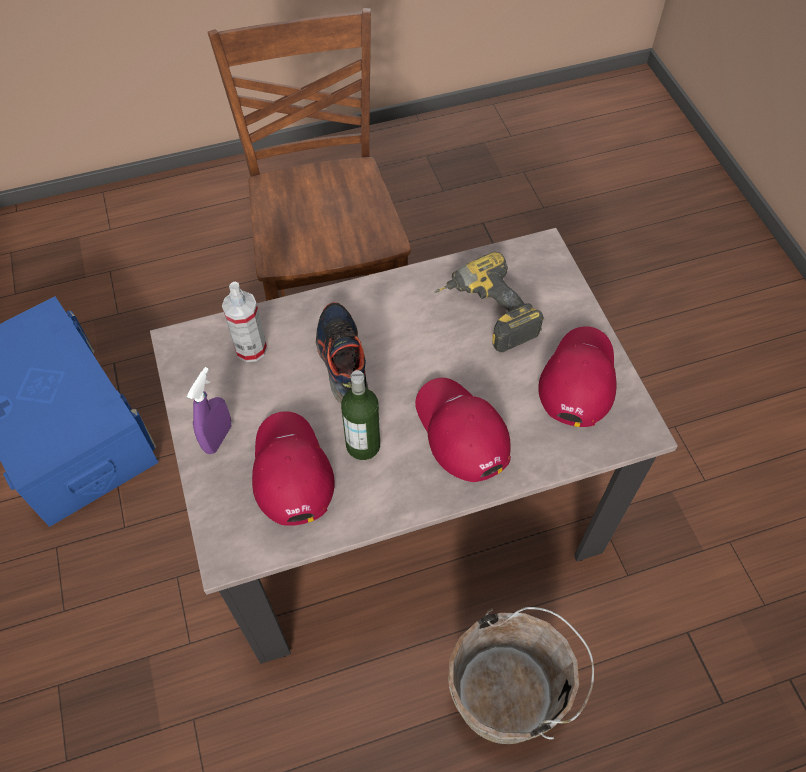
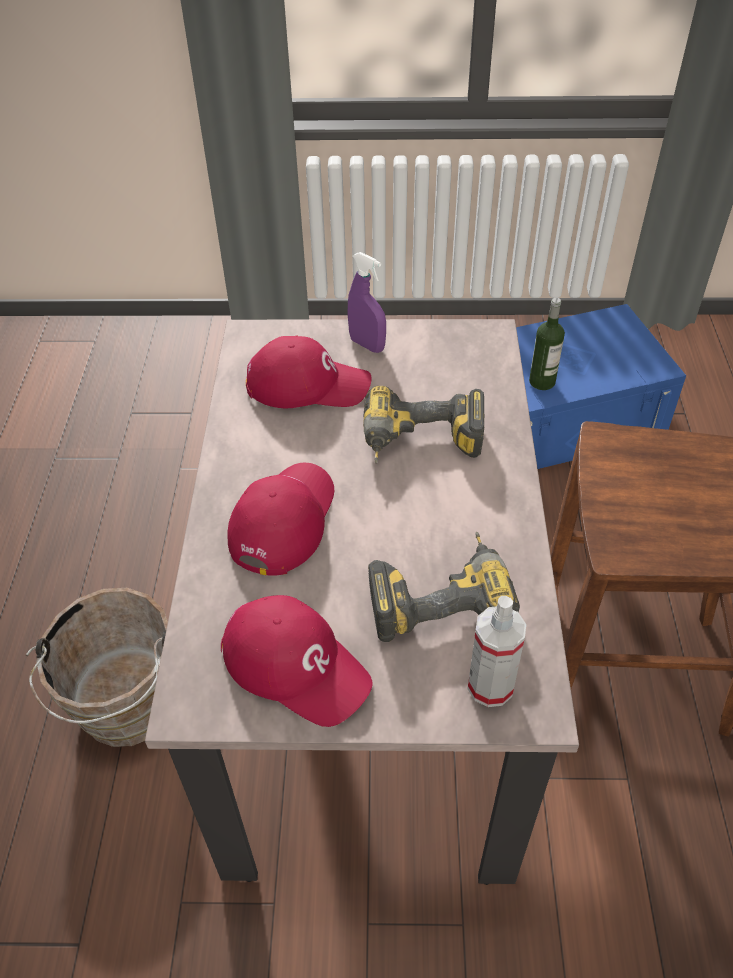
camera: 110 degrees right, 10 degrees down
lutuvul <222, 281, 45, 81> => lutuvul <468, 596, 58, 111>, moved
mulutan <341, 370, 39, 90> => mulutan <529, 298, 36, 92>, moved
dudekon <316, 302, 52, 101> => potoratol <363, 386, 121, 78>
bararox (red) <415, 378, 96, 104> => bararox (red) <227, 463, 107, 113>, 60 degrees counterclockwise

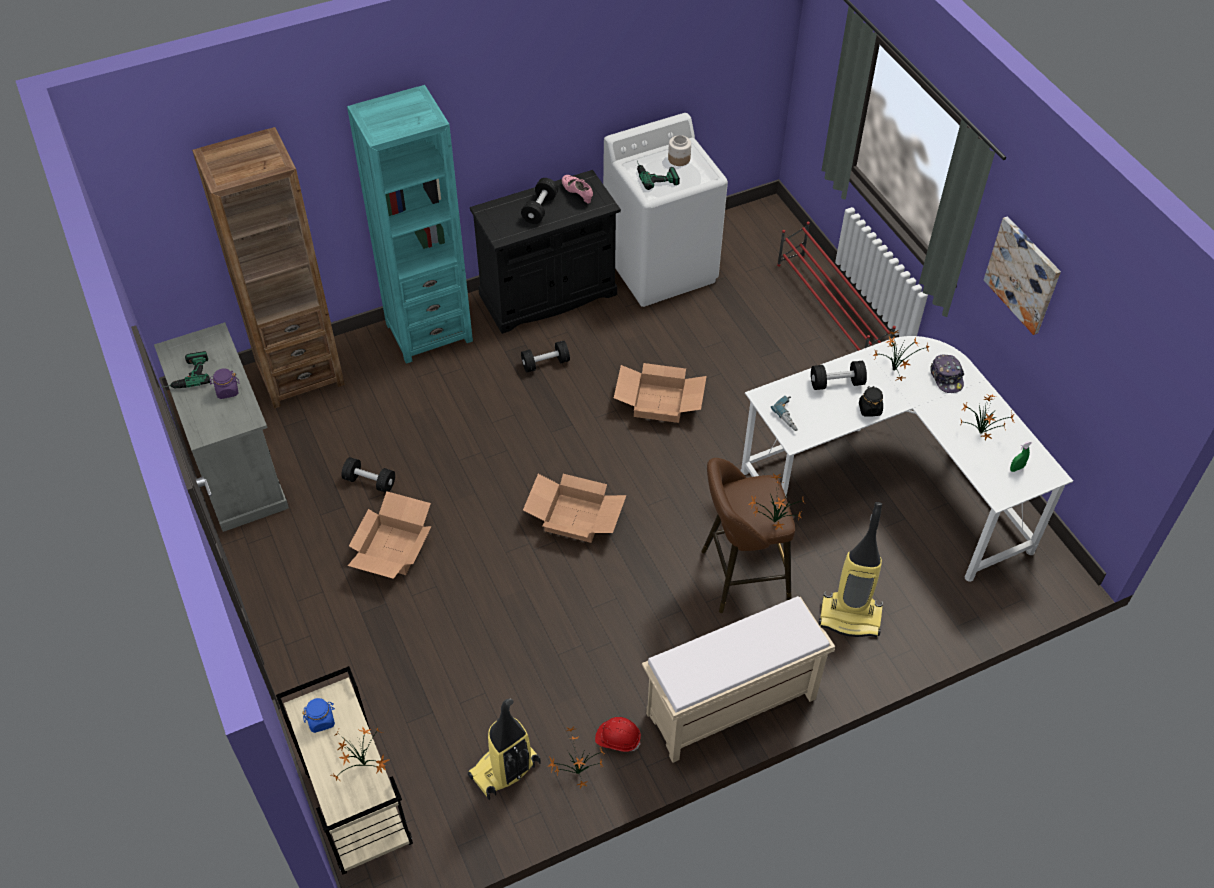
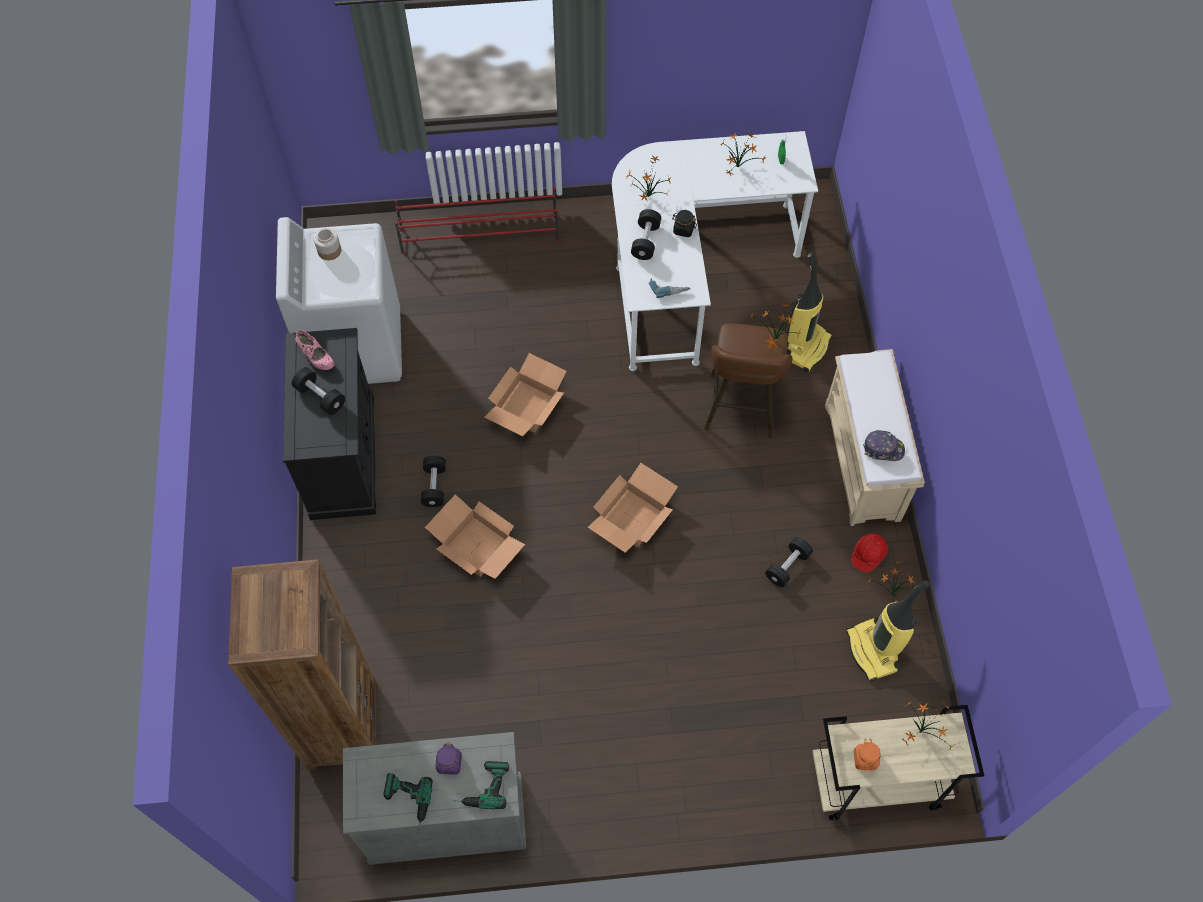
camera: 70 degrees left, 10 degrees up
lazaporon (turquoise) <347, 85, 126, 279> => nothing
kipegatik <984, 216, 77, 119> => nothing
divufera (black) <341, 457, 54, 36> => divufera (black) <765, 537, 48, 50>, moved
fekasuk <348, 491, 84, 88> => fekasuk <425, 494, 100, 85>, moved
potoratol <637, 161, 43, 29> => potoratol <451, 761, 58, 49>, moved
bararox <930, 354, 34, 39> => bararox <863, 430, 42, 31>, moved
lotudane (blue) <302, 698, 33, 35> => lotudane (orange) <854, 738, 27, 33>
dudekon (pink) <562, 175, 31, 29> => dudekon (pink) <295, 330, 39, 40>, 120 degrees counterclockwise

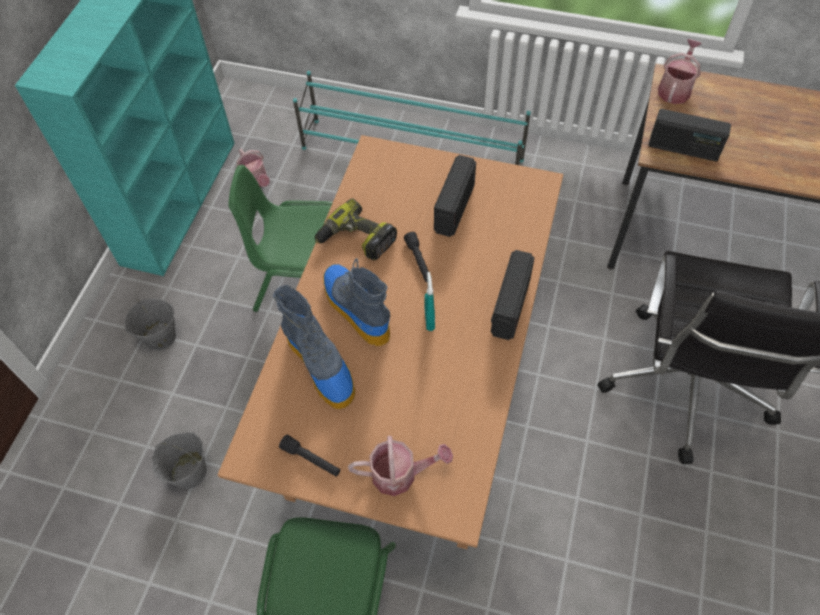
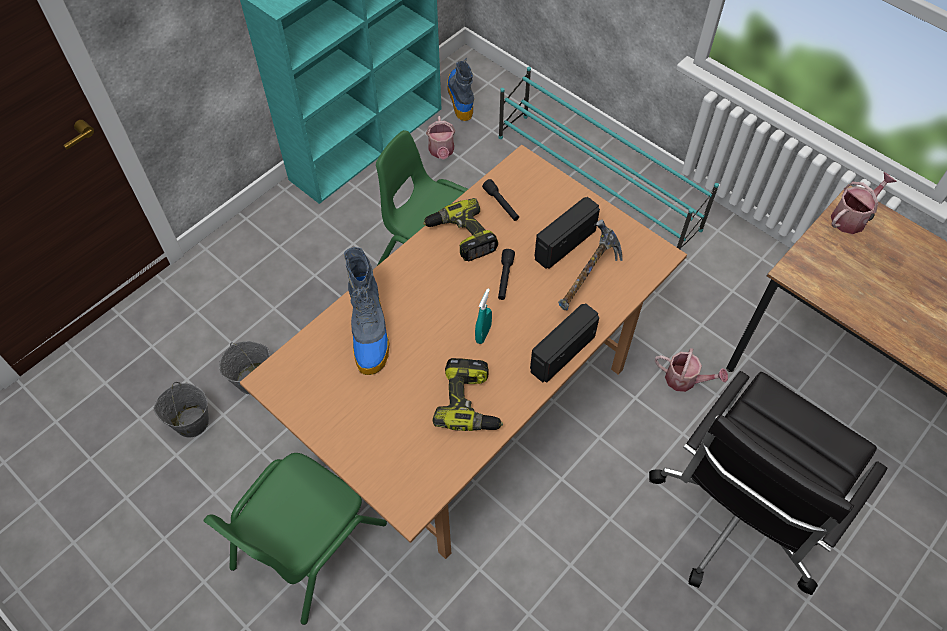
camera: 25 degrees right, 0 degrees up
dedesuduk <648, 109, 83, 52> => nothing
nothing => potoratol <432, 358, 71, 73>
nothing => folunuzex <558, 220, 64, 90>
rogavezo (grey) <124, 298, 52, 53> => rogavezo (grey) <154, 382, 55, 56>, moved
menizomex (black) <279, 434, 61, 42> => menizomex (black) <482, 179, 37, 42>, moved
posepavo <323, 258, 68, 88> => posepavo <447, 58, 27, 63>, moved
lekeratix <348, 436, 105, 60> => lekeratix <655, 348, 73, 44>, moved

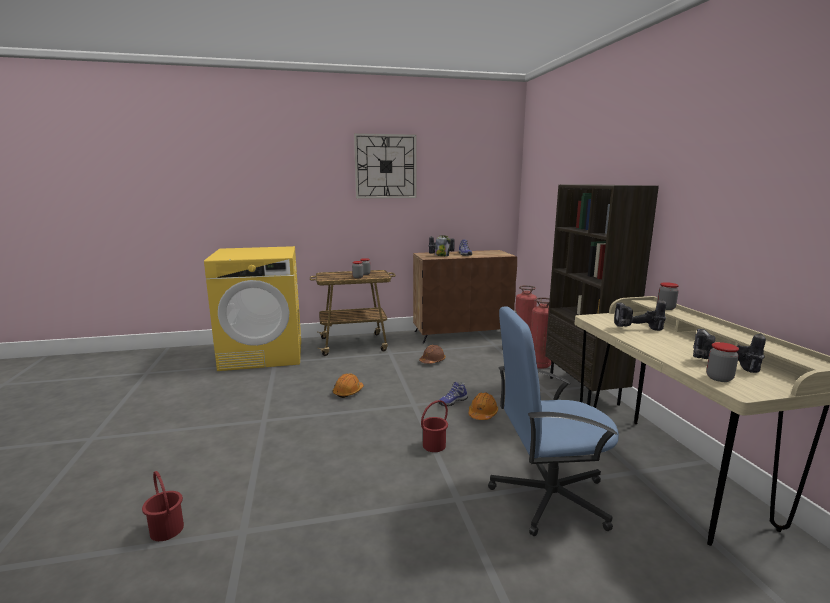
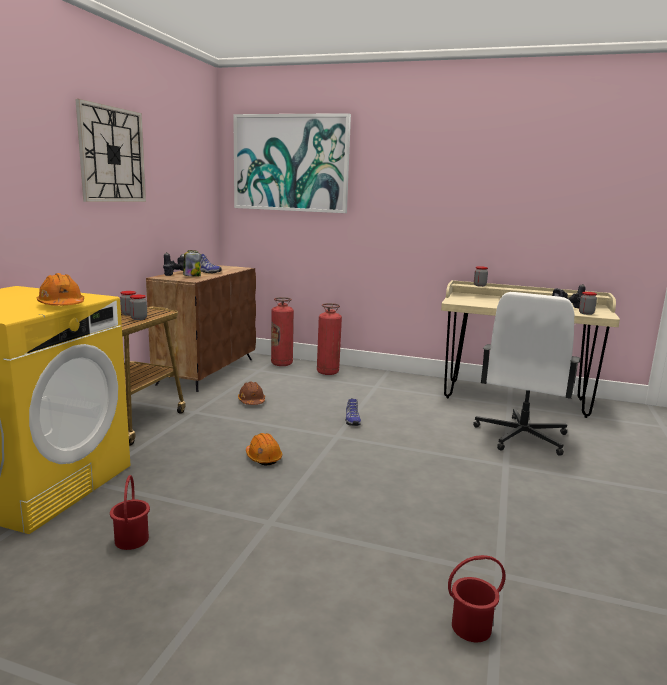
camera: 60 degrees left, 0 degrees up
lazaporon (brown) <545, 185, 114, 221> => nothing
potoratol <614, 299, 52, 32> => nothing
nothing => kipegatik <233, 113, 118, 100>
rogavezo (red) <421, 400, 27, 52> => rogavezo (red) <110, 475, 40, 75>, moved
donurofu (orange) <468, 392, 30, 28> => donurofu (orange) <37, 273, 47, 33>, moved
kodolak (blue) <488, 306, 131, 230> => kodolak (white) <473, 292, 107, 164>

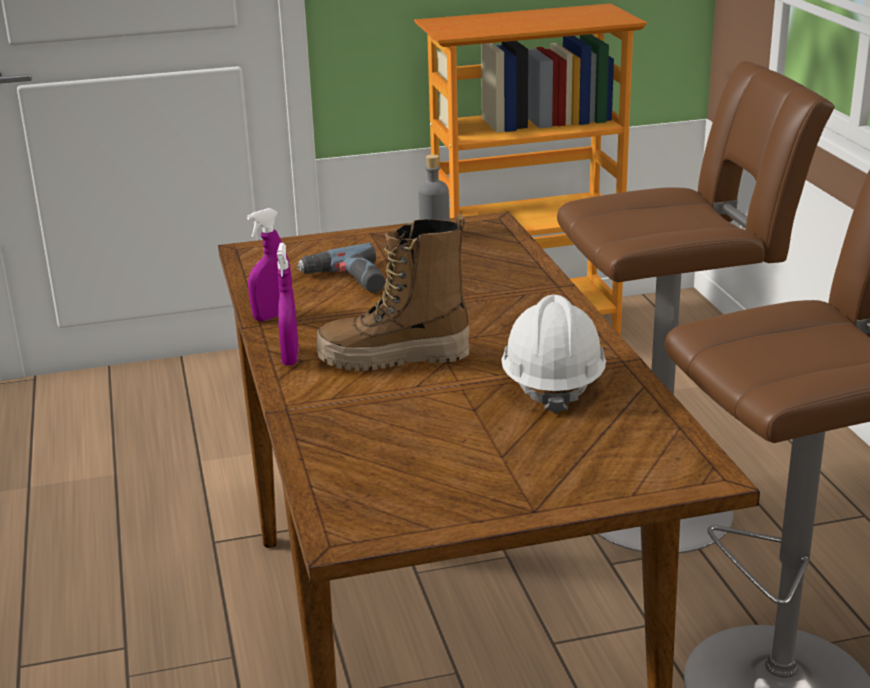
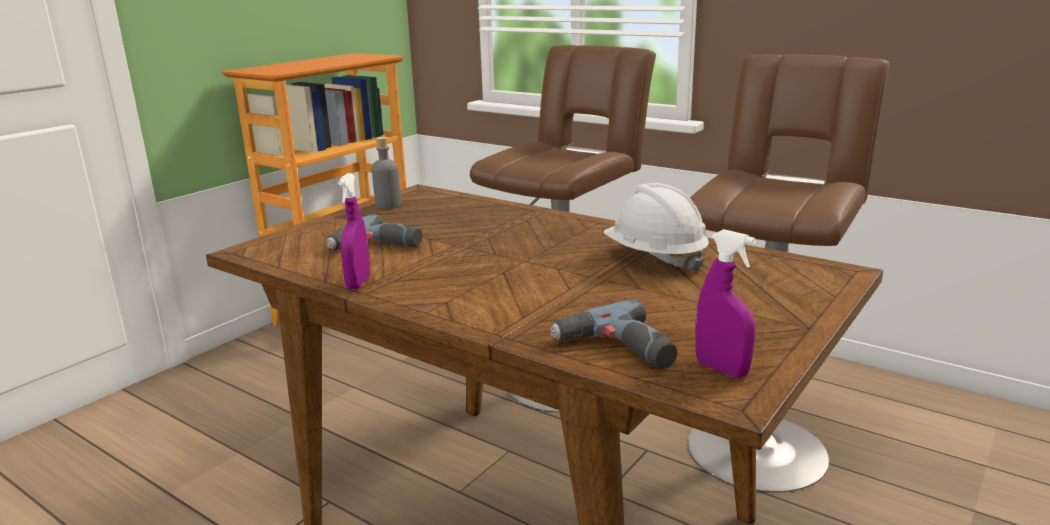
camera: 40 degrees left, 5 degrees down
posepavo <317, 214, 153, 157> => nothing
nothing => potoratol <550, 299, 127, 70>
lutuvul (purple) <277, 243, 22, 122> => lutuvul (purple) <695, 229, 61, 149>, moved

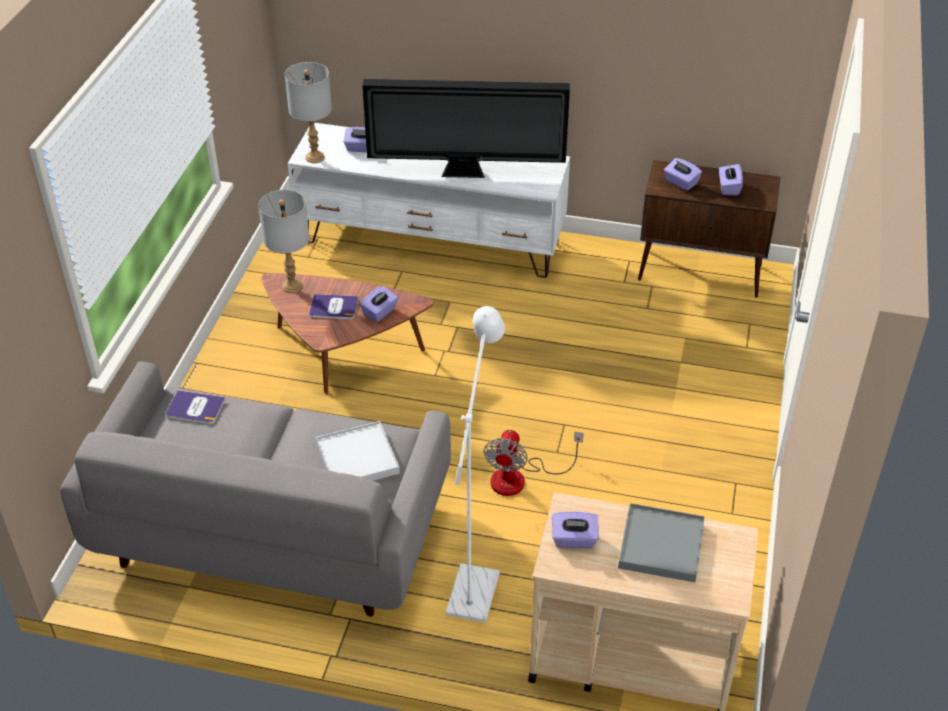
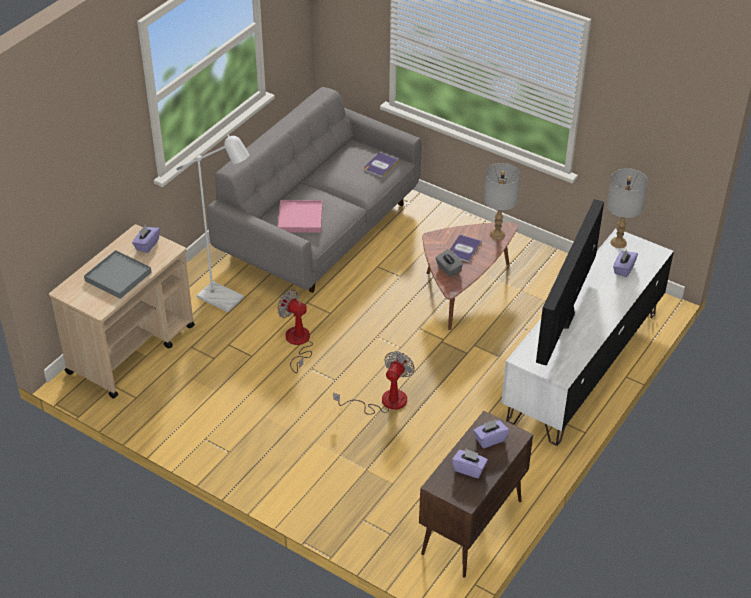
camera: 110 degrees right, 0 degrees up
nothing => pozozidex <333, 351, 82, 64>
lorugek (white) <316, 421, 84, 60> => lorugek (pink) <278, 200, 45, 33>
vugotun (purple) <360, 286, 38, 36> => vugotun (grey) <436, 249, 27, 28>

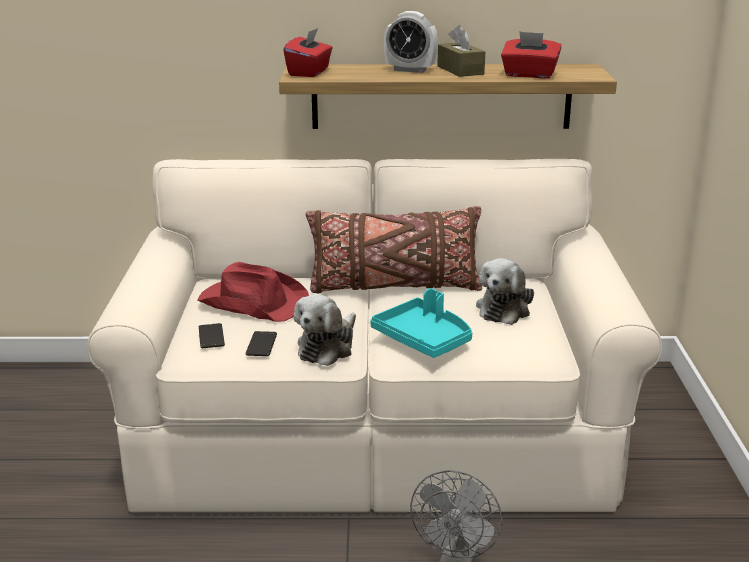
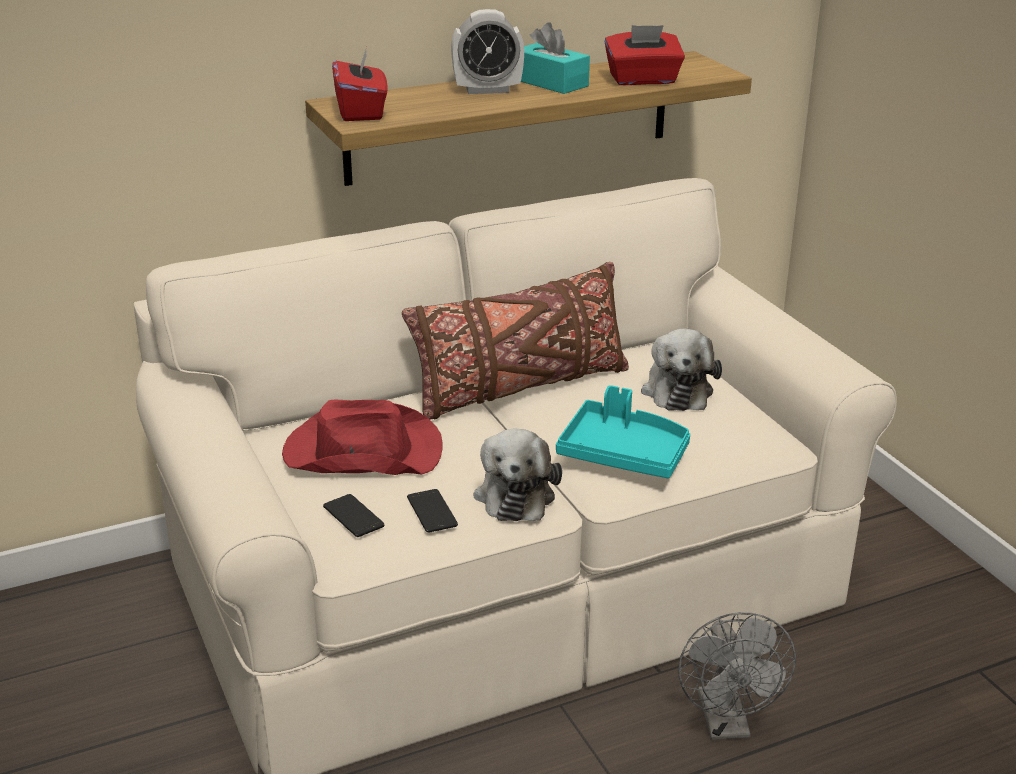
camera: 25 degrees left, 5 degrees up
vugotun (brown) <437, 25, 48, 52> => vugotun (turquoise) <521, 22, 69, 72>

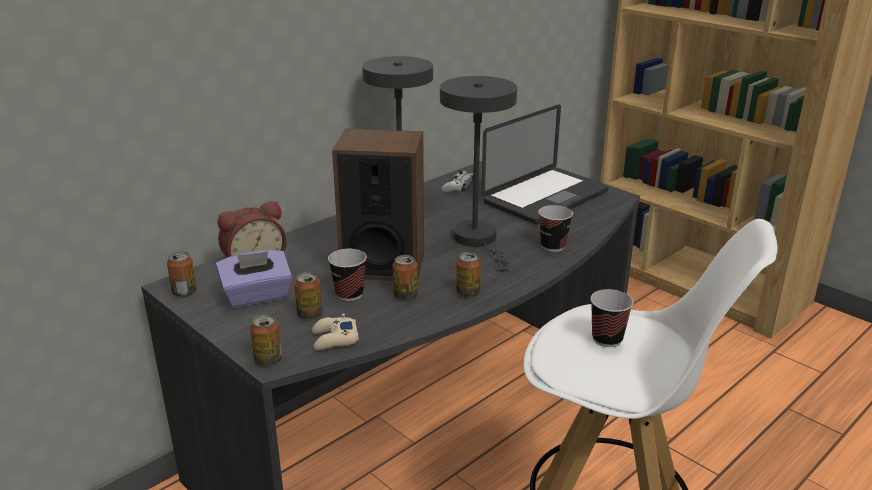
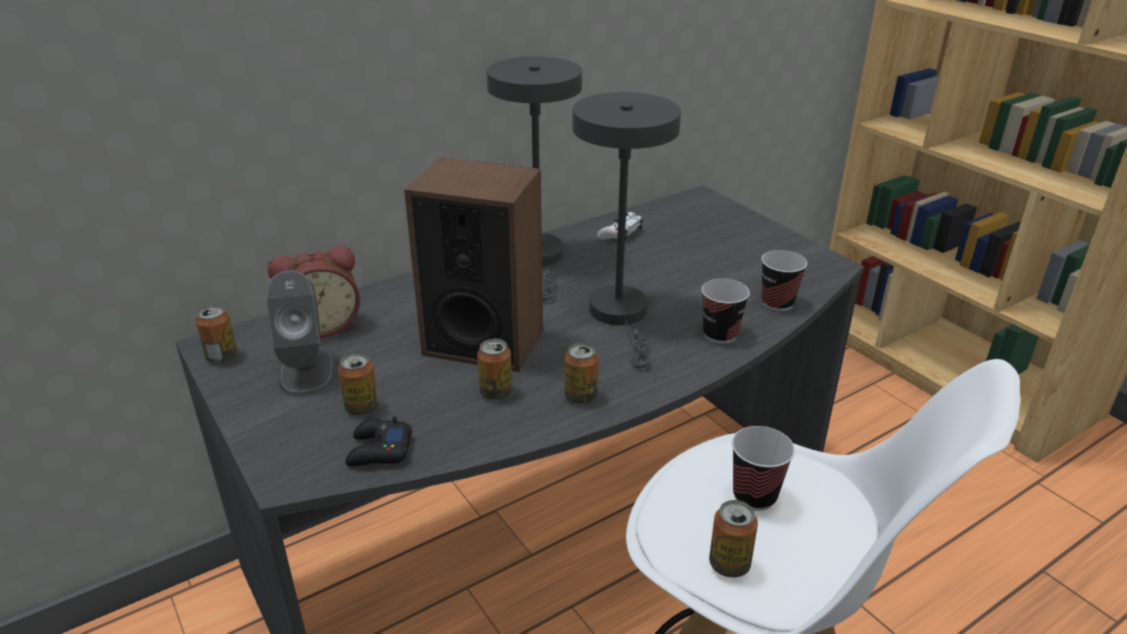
camera: 10 degrees right, 5 degrees up
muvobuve <481, 104, 128, 120> => nothing
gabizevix <250, 314, 32, 52> => gabizevix <709, 500, 49, 78>, moved
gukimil <328, 249, 39, 52> => gukimil <761, 250, 46, 61>, moved
vugotun (purple) <216, 250, 76, 58> => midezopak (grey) <266, 271, 69, 126>
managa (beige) <312, 313, 47, 38> => managa (black) <345, 416, 67, 50>

